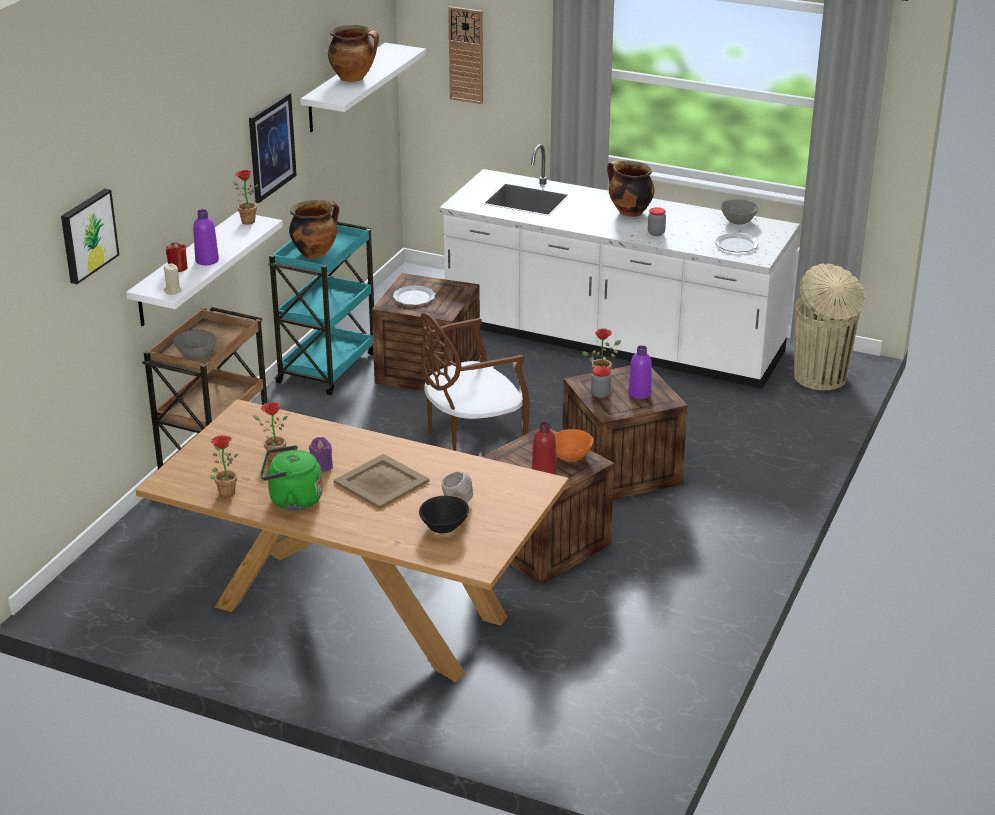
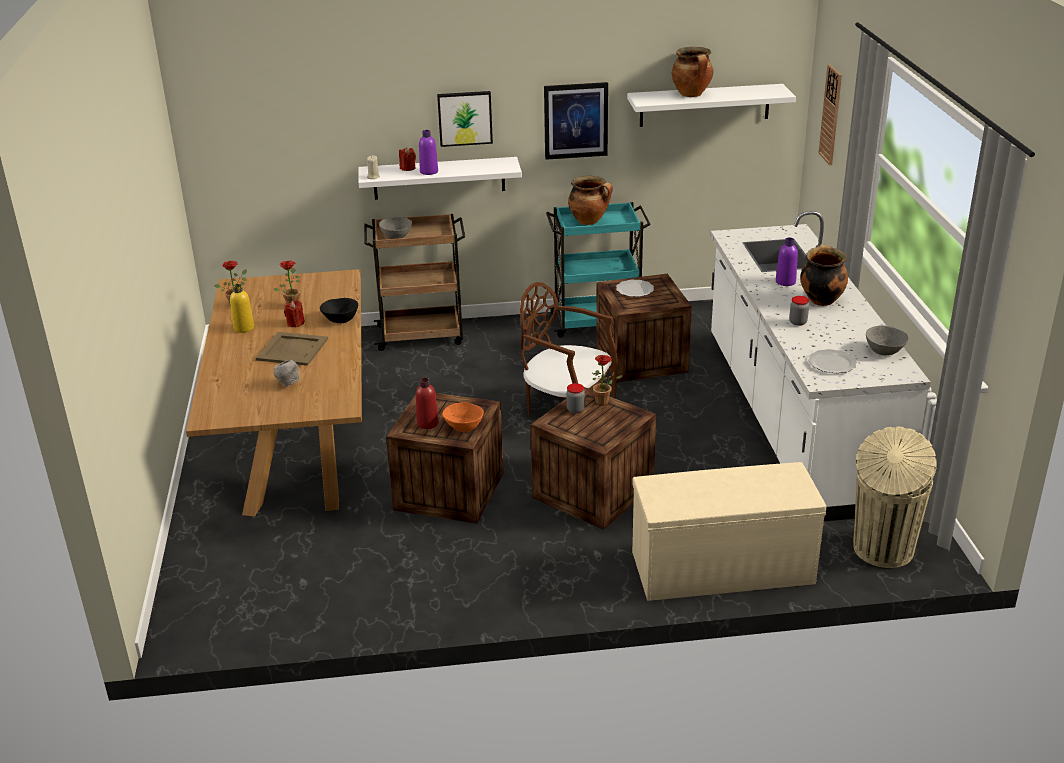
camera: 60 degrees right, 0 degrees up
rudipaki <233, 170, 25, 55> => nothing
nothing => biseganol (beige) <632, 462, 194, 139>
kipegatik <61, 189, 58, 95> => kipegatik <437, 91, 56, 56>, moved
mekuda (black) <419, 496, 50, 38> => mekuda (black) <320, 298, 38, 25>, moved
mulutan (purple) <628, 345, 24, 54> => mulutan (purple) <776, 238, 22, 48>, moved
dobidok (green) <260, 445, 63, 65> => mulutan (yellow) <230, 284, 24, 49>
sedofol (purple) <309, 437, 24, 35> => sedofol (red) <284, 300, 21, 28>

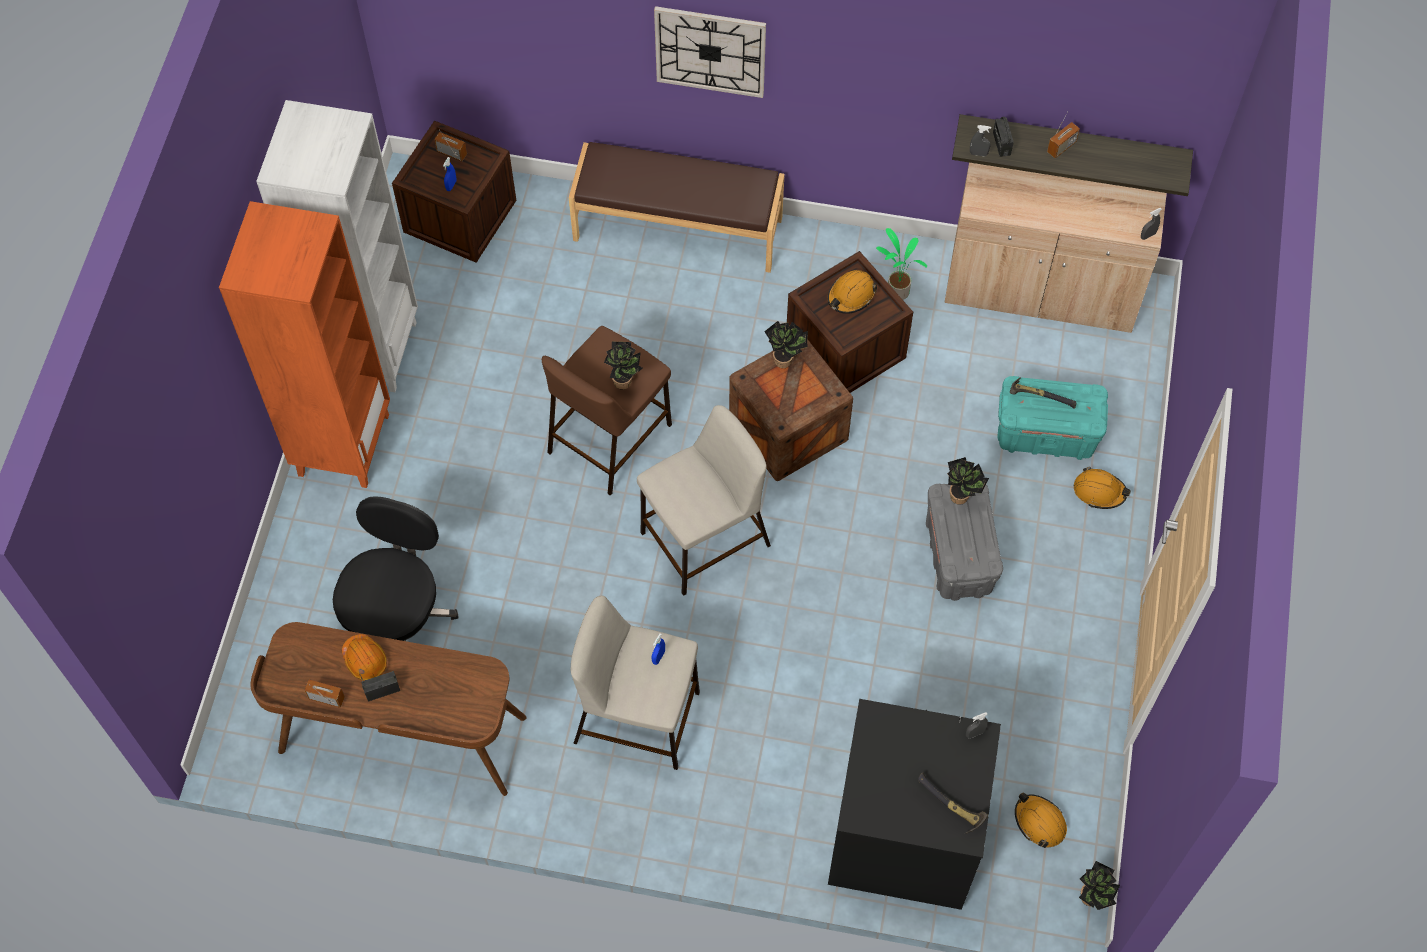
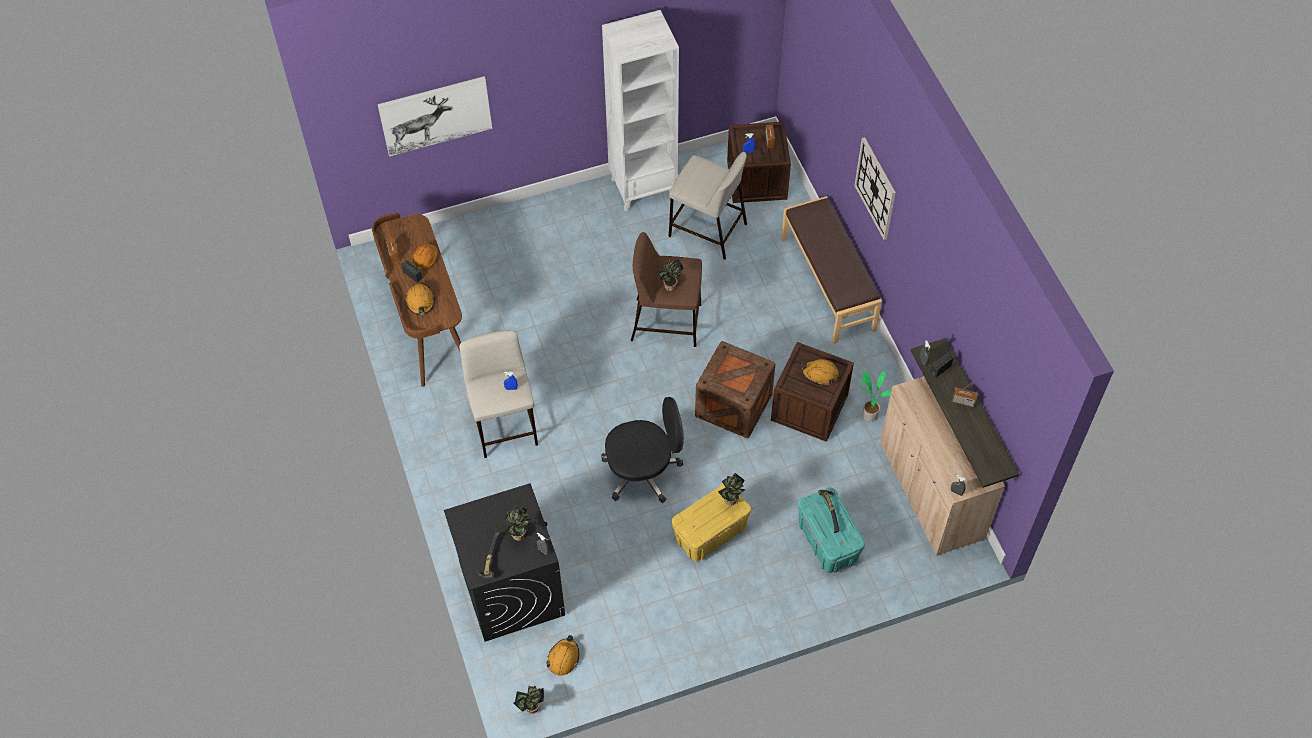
camera: 60 degrees right, 5 degrees down
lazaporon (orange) <219, 201, 171, 287> => nothing
nothing => kipegatik <378, 76, 114, 80>
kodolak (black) <333, 496, 126, 145> => kodolak (black) <601, 397, 83, 106>, moved
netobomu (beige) <637, 405, 134, 191> => netobomu (beige) <668, 152, 79, 108>, moved
rudipaki <764, 321, 44, 47> => rudipaki <504, 506, 27, 35>, moved
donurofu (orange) <1074, 467, 57, 42> => donurofu (orange) <405, 283, 30, 32>, moved
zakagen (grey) <926, 484, 77, 117> => zakagen (yellow) <672, 484, 79, 77>

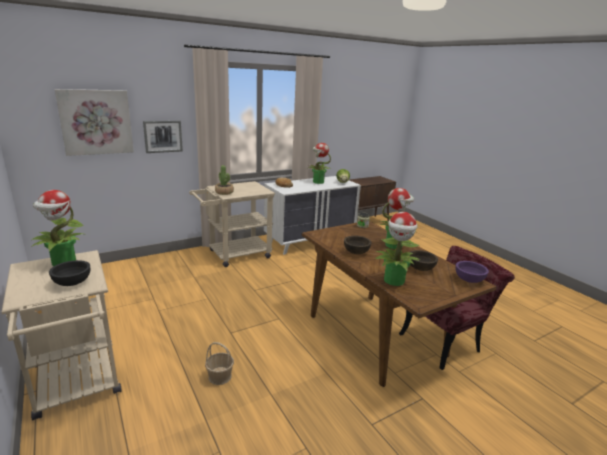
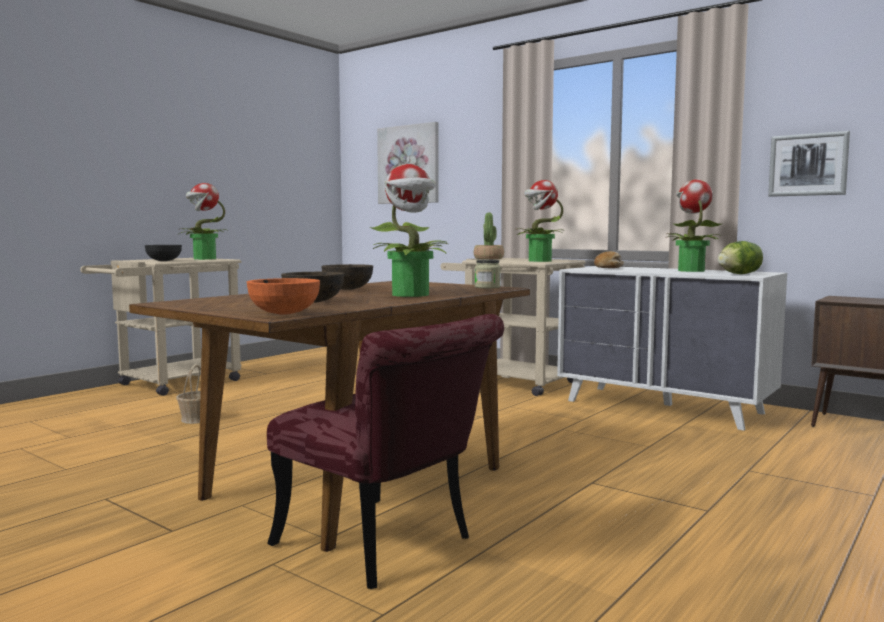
camera: 70 degrees right, 15 degrees down
kipegatik <143, 120, 40, 33> => kipegatik <768, 131, 82, 66>, moved
rudipaki <374, 212, 46, 74> => rudipaki <516, 180, 49, 82>, moved
mekuda (purple) <455, 261, 34, 22> => mekuda (orange) <247, 278, 73, 37>

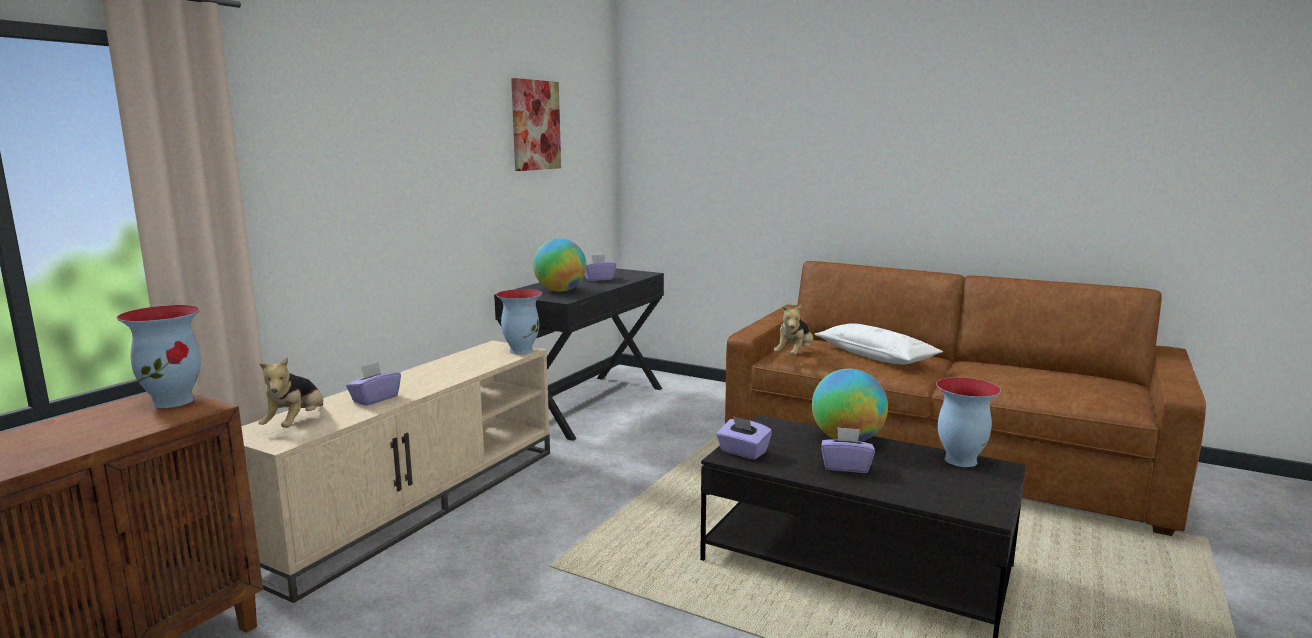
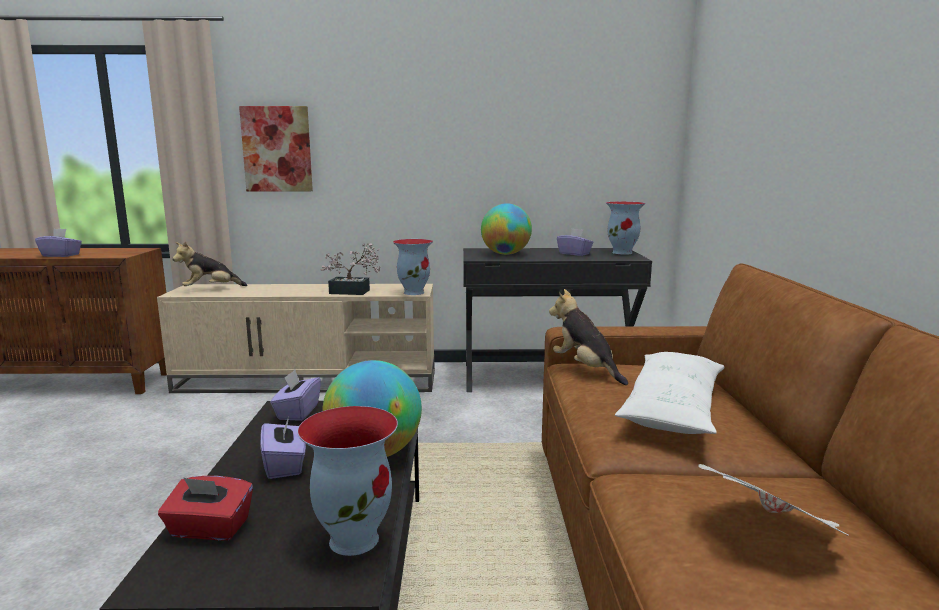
camera: 60 degrees right, 0 degrees up
nothing => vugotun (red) <158, 476, 95, 65>
nothing => rudipaki <320, 243, 60, 52>
nothing => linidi <698, 464, 150, 71>
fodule <116, 305, 85, 103> => fodule <606, 202, 39, 53>, moved
vugotun (purple) <346, 362, 55, 44> => vugotun (purple) <35, 229, 47, 28>, moved
kipegatik <511, 78, 50, 93> => kipegatik <239, 106, 74, 85>, moved
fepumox <774, 304, 39, 51> => fepumox <549, 289, 79, 96>, 60 degrees clockwise

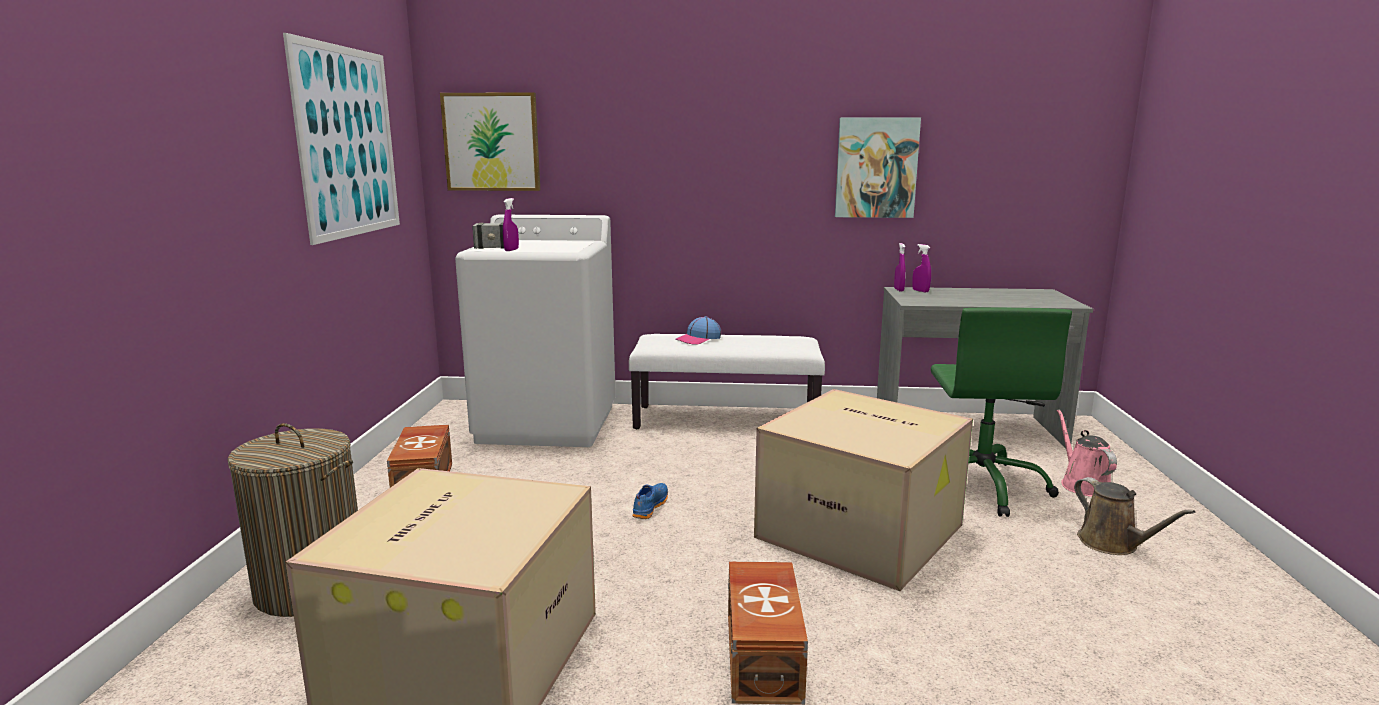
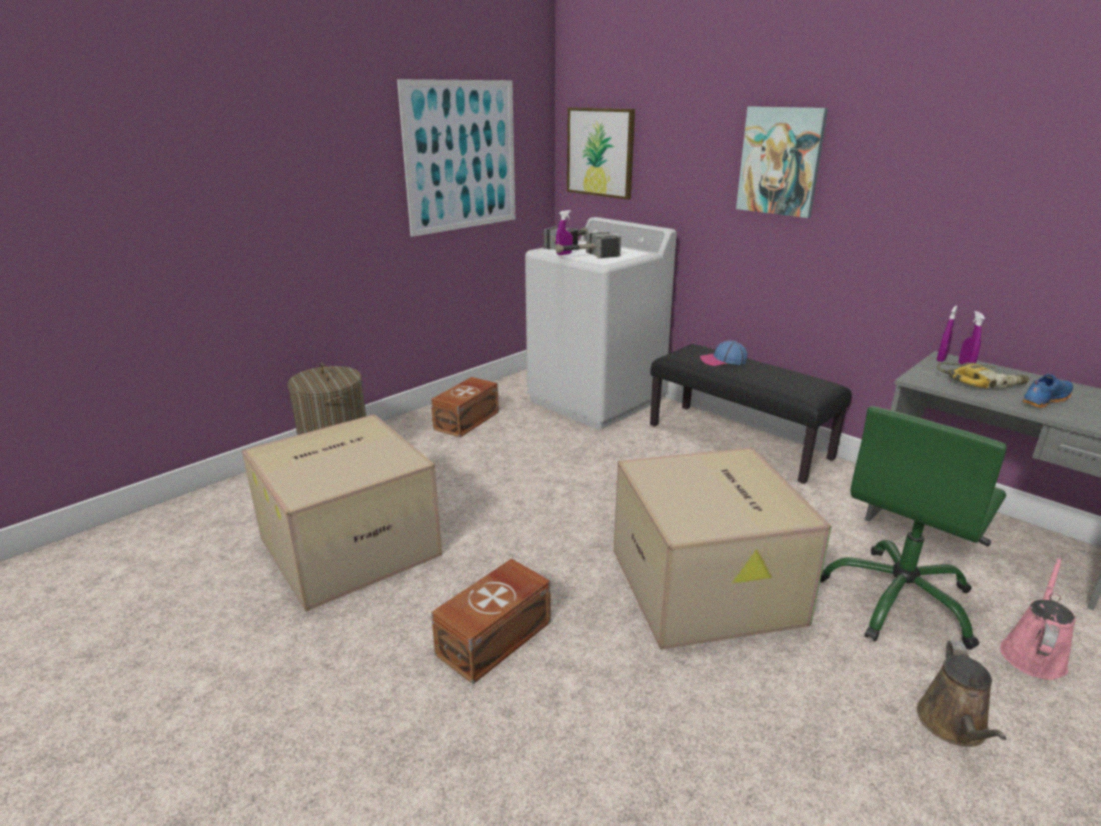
camera: 40 degrees right, 10 degrees up
nothing => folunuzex <556, 232, 65, 26>
nothing => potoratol <937, 362, 92, 27>
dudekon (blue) <632, 483, 36, 36> => dudekon (blue) <1022, 374, 51, 34>, moved
kipegatik <835, 117, 86, 101> => kipegatik <736, 107, 92, 111>, moved
biseganol (white) <629, 334, 196, 95> => biseganol (black) <650, 344, 202, 140>

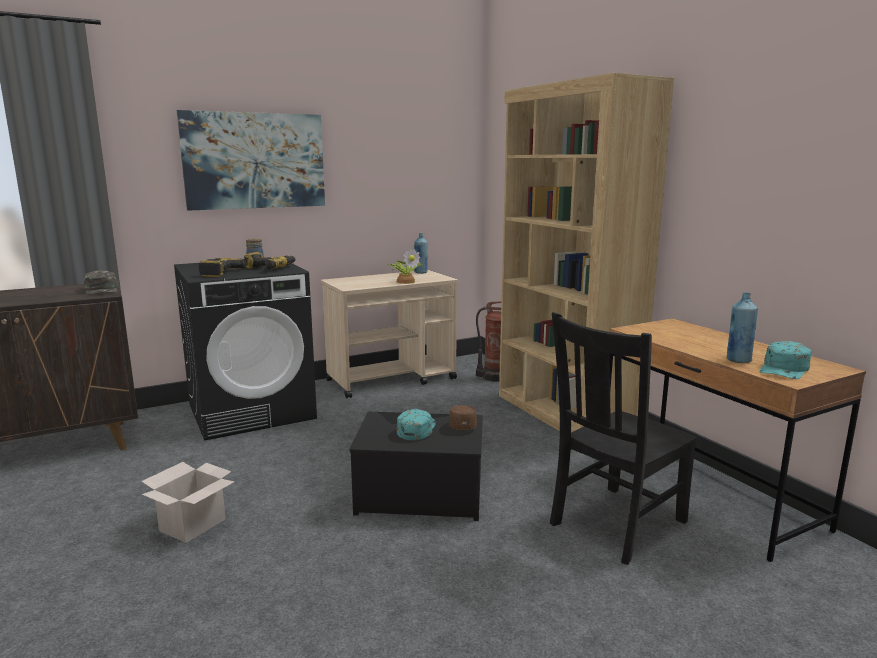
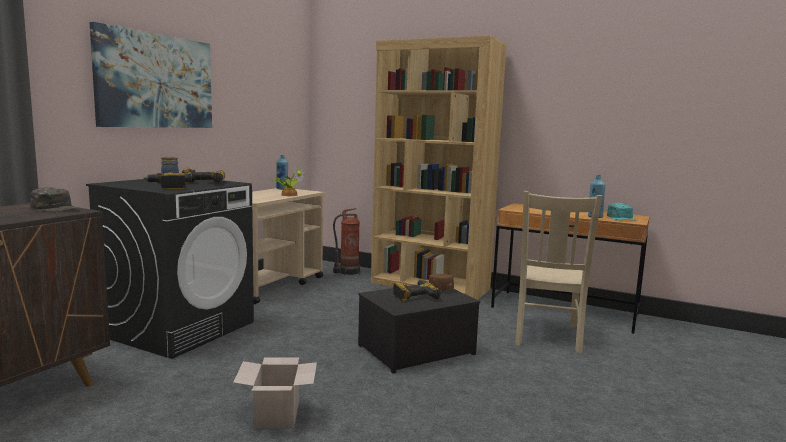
camera: 35 degrees left, 5 degrees down
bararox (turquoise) <397, 409, 39, 31> => potoratol <393, 280, 48, 22>
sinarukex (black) <550, 312, 147, 253> => sinarukex (beige) <515, 191, 87, 162>

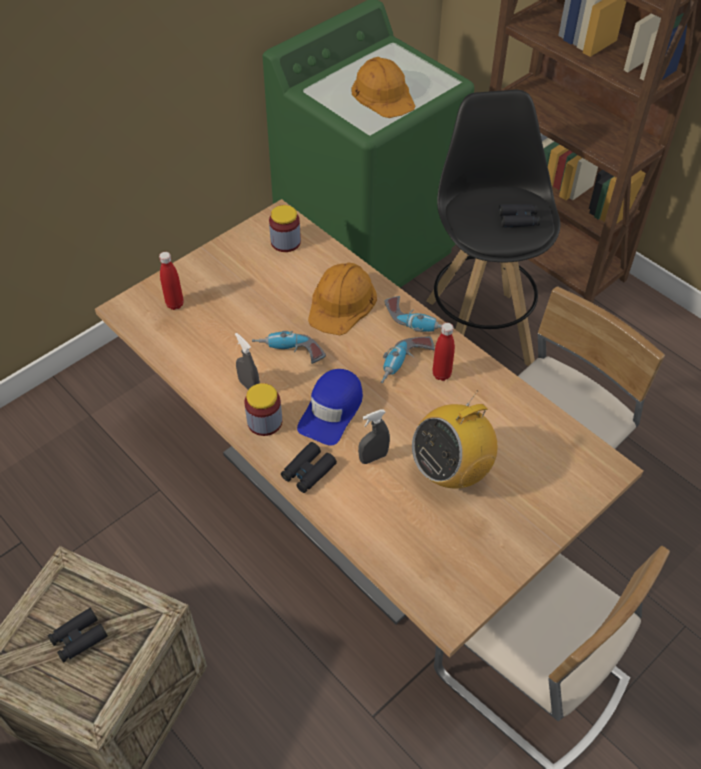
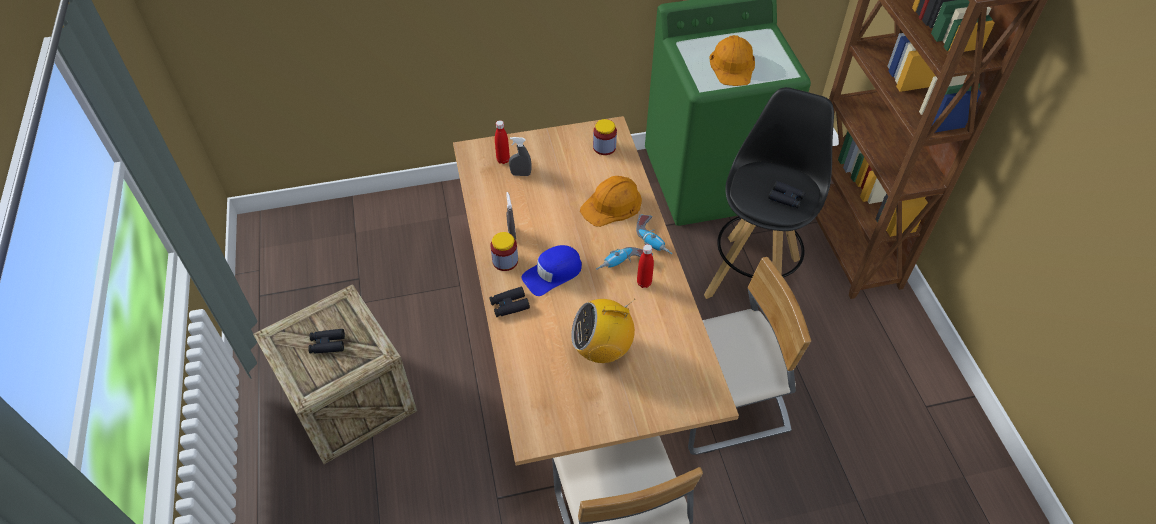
camera: 30 degrees right, 0 degrees up
potoratol <252, 331, 74, 33> => nothing
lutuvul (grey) <358, 409, 32, 55> => lutuvul (grey) <509, 137, 22, 39>, moved

